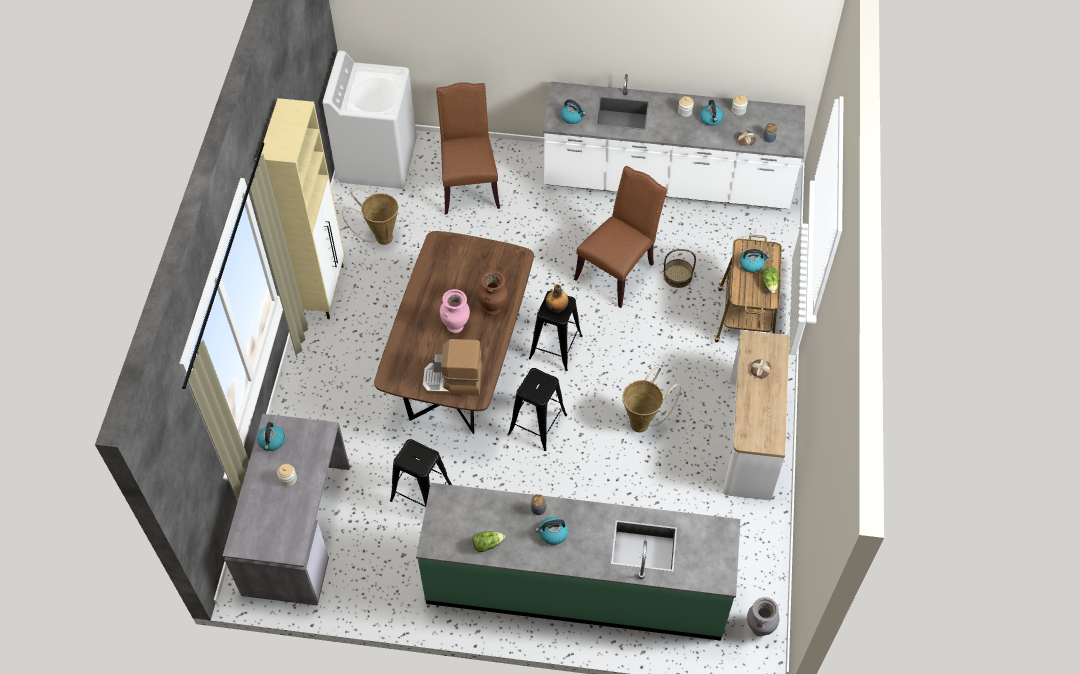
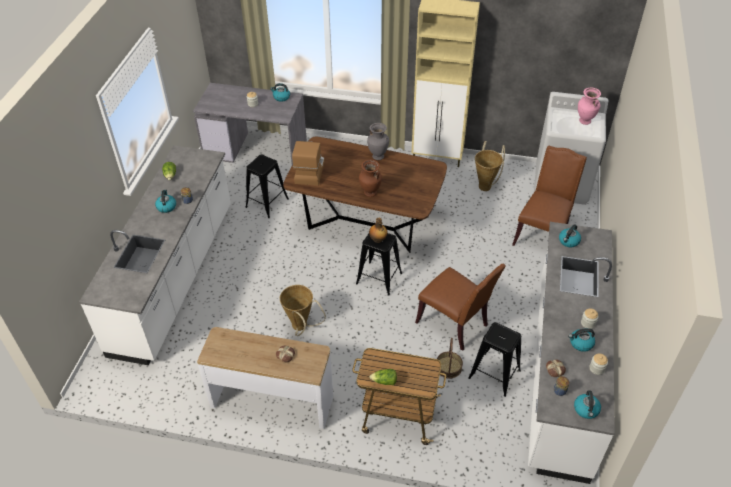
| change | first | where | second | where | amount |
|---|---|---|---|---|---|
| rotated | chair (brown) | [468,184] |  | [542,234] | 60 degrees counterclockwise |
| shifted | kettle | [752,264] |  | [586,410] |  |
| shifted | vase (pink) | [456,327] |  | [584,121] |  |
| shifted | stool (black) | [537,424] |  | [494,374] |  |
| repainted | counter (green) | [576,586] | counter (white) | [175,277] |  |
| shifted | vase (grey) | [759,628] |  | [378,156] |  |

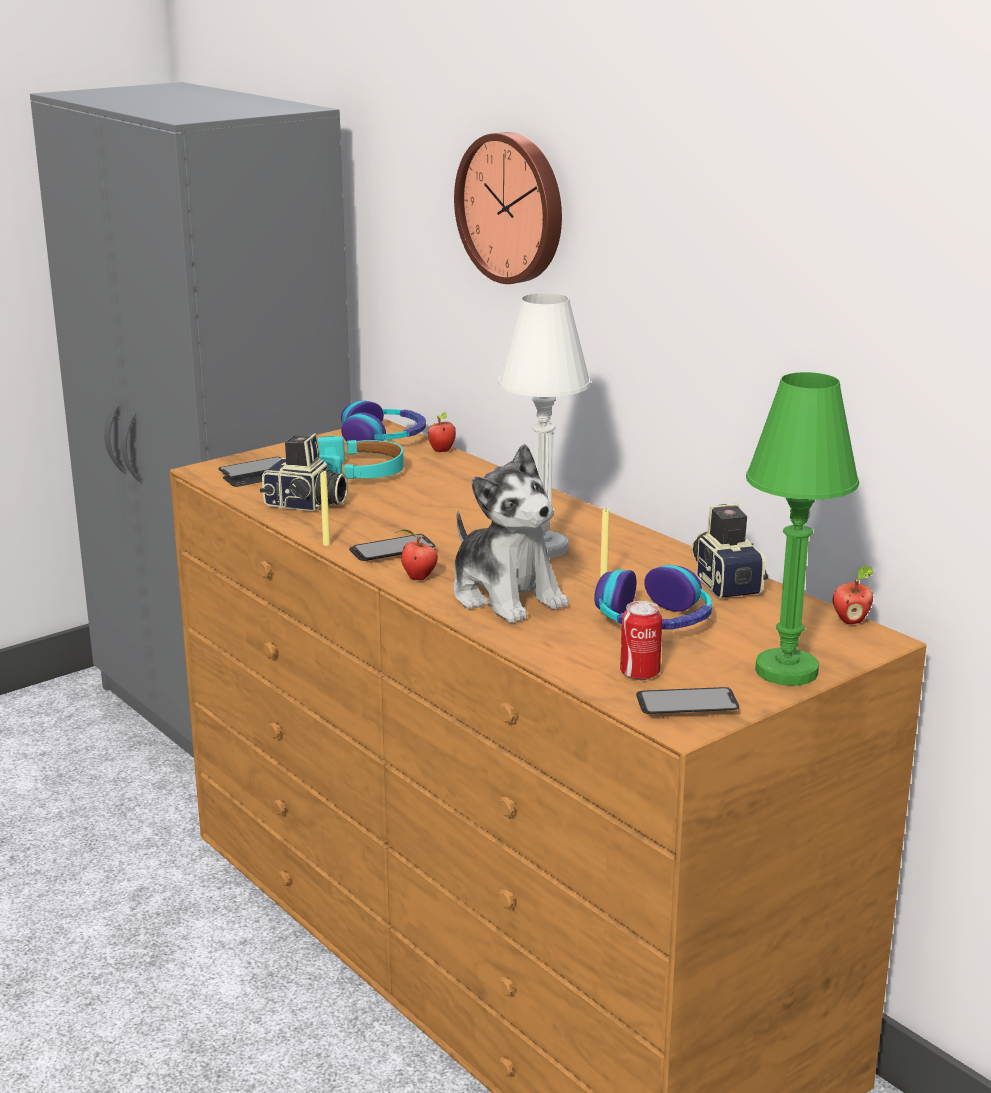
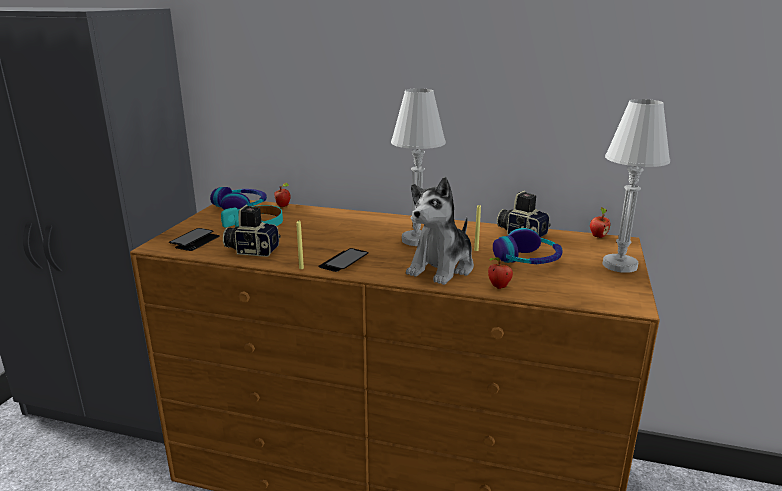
| change | first | where | second | where | amount |
|---|---|---|---|---|---|
| gone | wall clock | [513,207] |  |  |  |
| repainted | table lamp (green) | [786,671] | table lamp (white) | [619,265] |  |
| rotated | photo camera | [305,505] |  | [252,250] | 150 degrees counterclockwise |
| rotated | plush toy | [506,596] |  | [442,268] | 105 degrees clockwise |
| shifted | apple | [417,578] |  | [498,287] |  |
| gone | can | [639,673] |  |  |  |
| gone | phone | [686,704] |  |  |  |

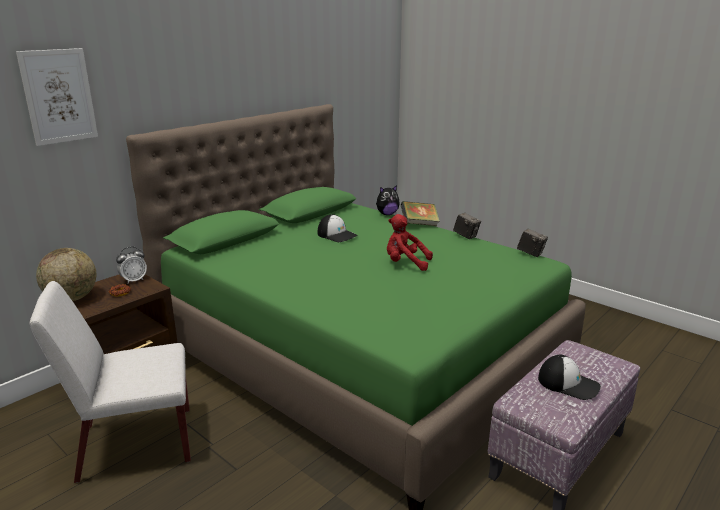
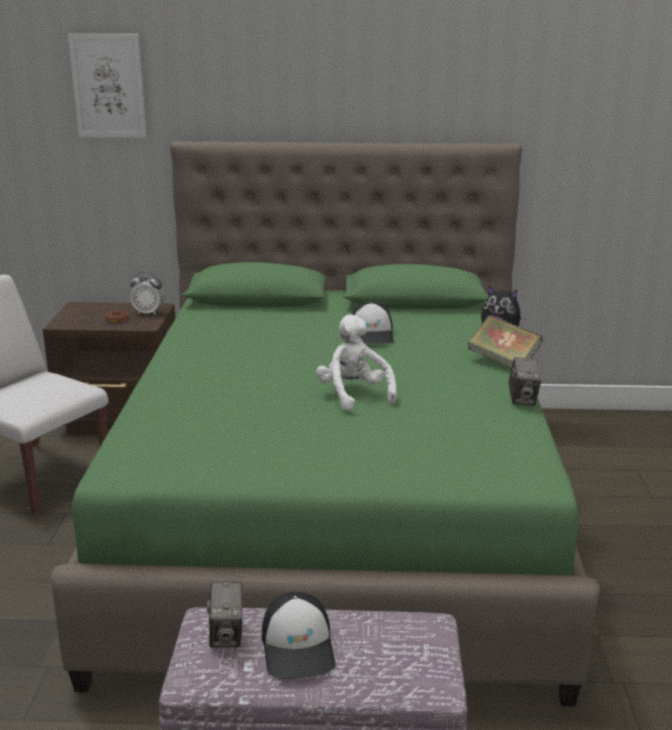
| change | first | where | second | where | amount |
|---|---|---|---|---|---|
| repainted | plush toy (red) | [405,263] | plush toy (white) | [354,395] |  |
| shifted | photo camera | [530,254] |  | [226,635] |  |
| gone | globe | [72,298] |  |  |  |

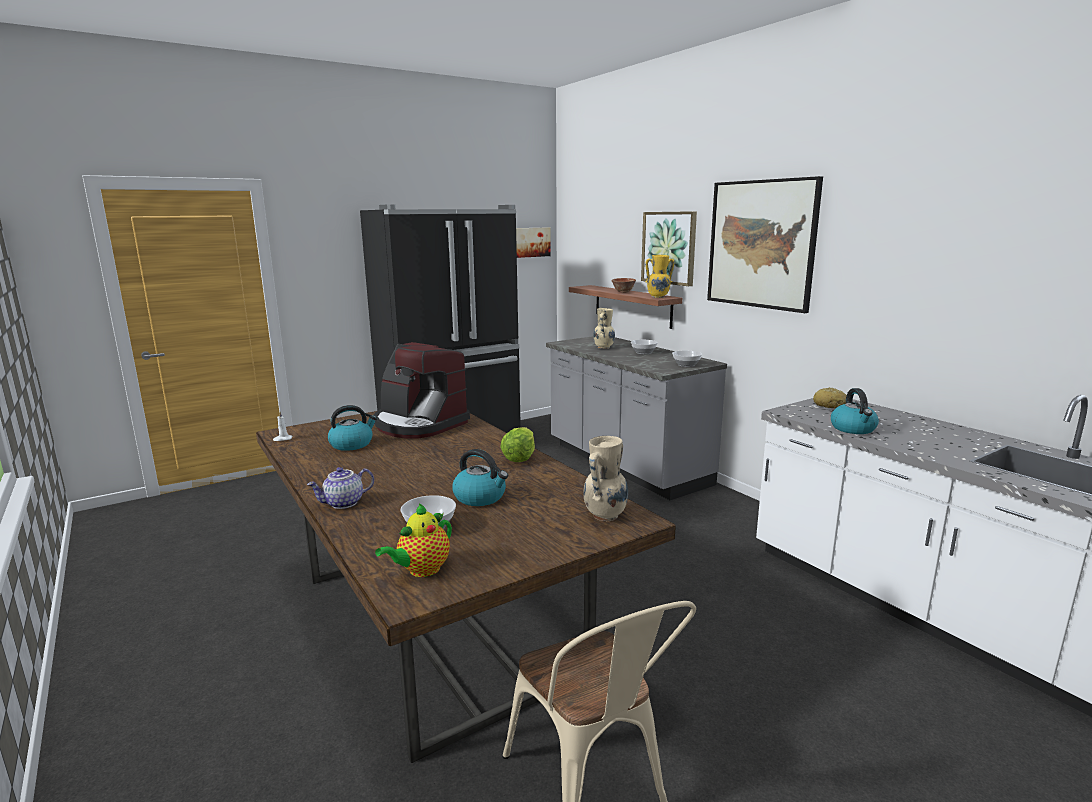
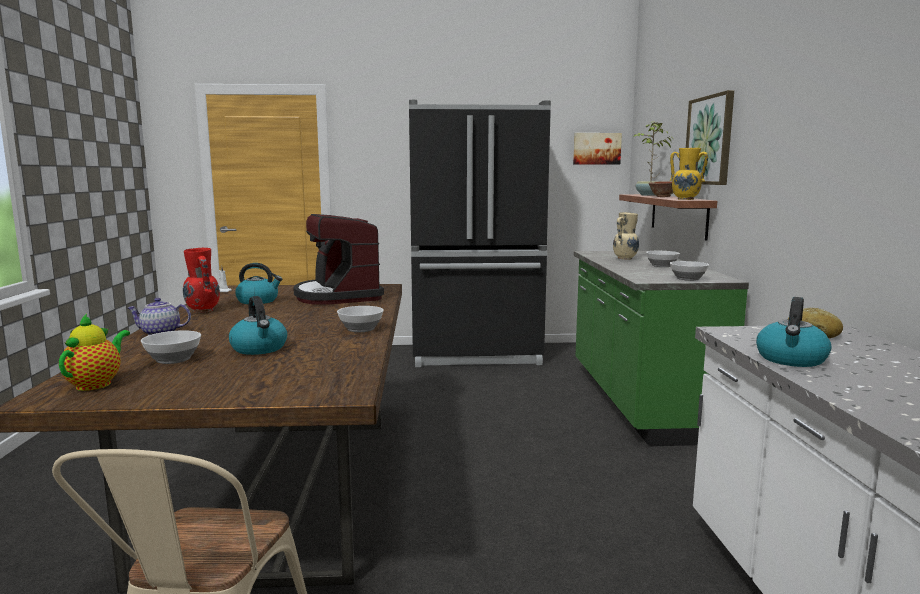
| change | first | where | second | where | amount |
|---|---|---|---|---|---|
| gone | picture | [761,244] |  |  |  |
| repainted | counter (grey) | [625,465] | counter (green) | [638,401] |  |
| swapped | lettuce | [519,458] | bowl | [360,329] |  |
| gone | vase (beige) | [604,516] |  |  |  |
| rotated | teapot | [421,570] |  | [96,384] | 120 degrees clockwise |
| new |  |  | potted plant | [649,195] |  |
| new |  |  | vase (red) | [202,311] |  |

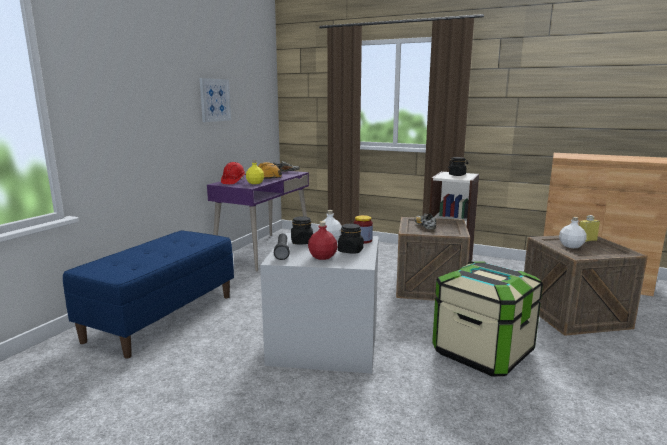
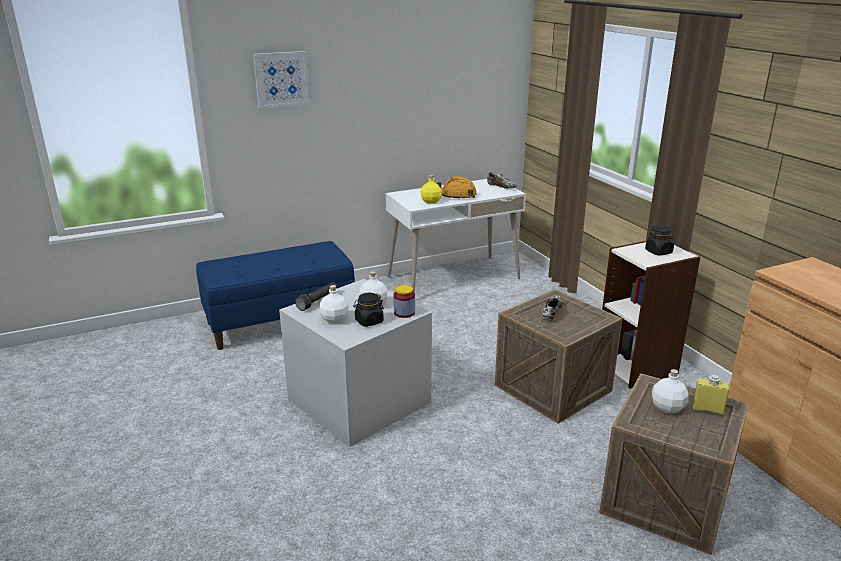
| change | first | where | second | where | amount |
|---|---|---|---|---|---|
| shifted | picture | [214,100] |  | [281,79] |  |
| gone | hard hat (red) | [233,182] |  |  |  |
| repainted | desk (purple) | [264,251] | desk (white) | [453,278] |  |
| gone | jar (black) | [302,242] |  |  |  |
| repainted | bottle (red) | [323,257] | bottle (white) | [334,319] |  |
| gone | storage box | [482,352] |  |  |  |

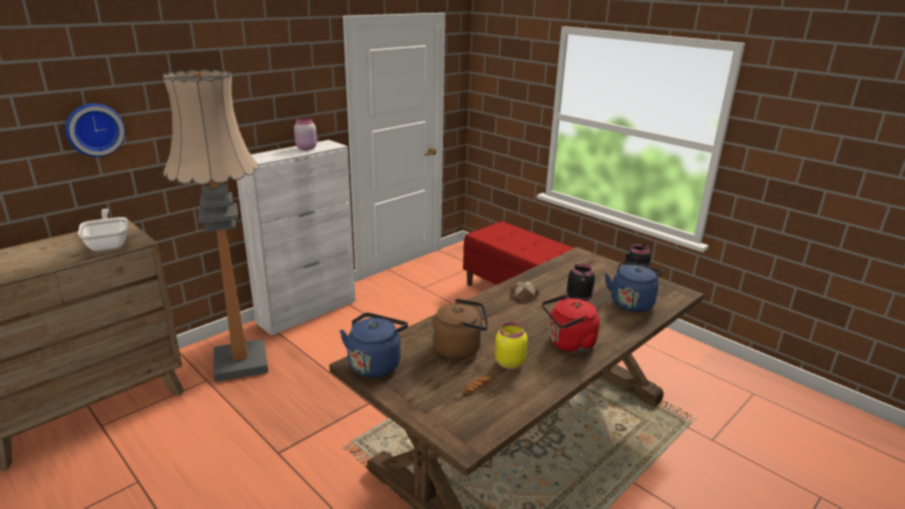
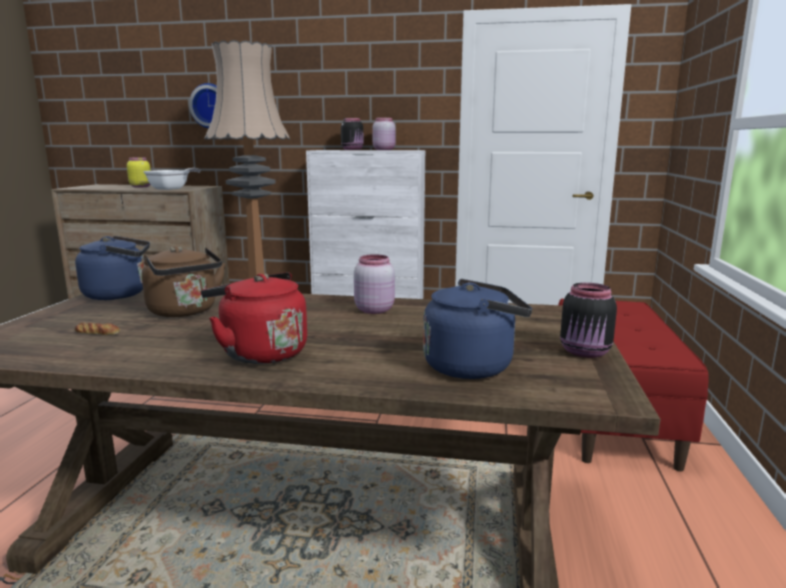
| change | first | where | second | where | amount |
|---|---|---|---|---|---|
| shifted | jar (black) | [579,298] |  | [353,150] |  |
| swapped | bread | [524,294] | jar (pink) | [373,310] |  |
| shifted | jar (yellow) | [508,363] |  | [140,186] |  |

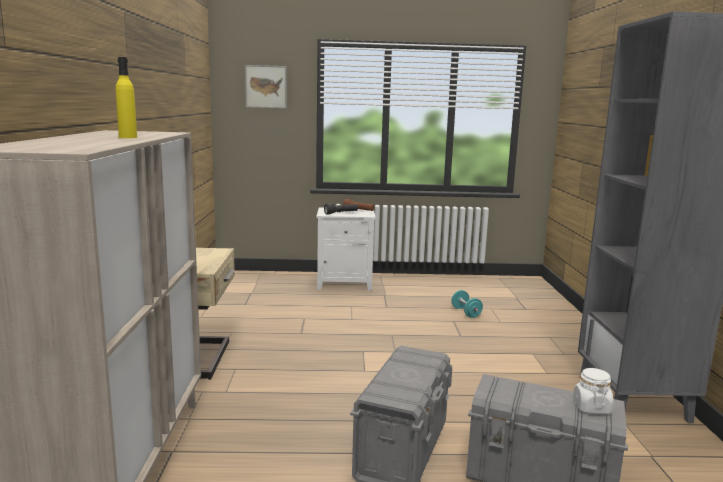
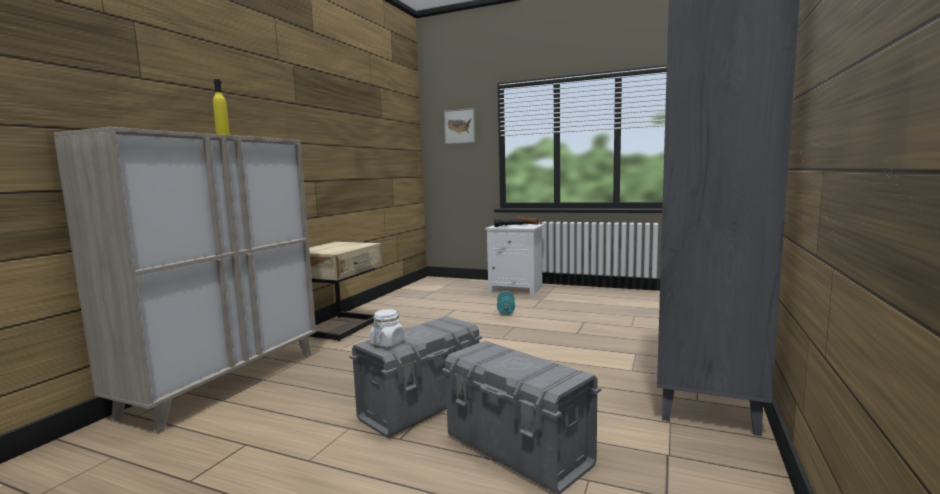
| change | first | where | second | where | amount |
|---|---|---|---|---|---|
| shifted | dumbbell (turquoise) | [466,312] |  | [506,311] |  |
| shifted | jar (white) | [591,407] |  | [387,343] |  |

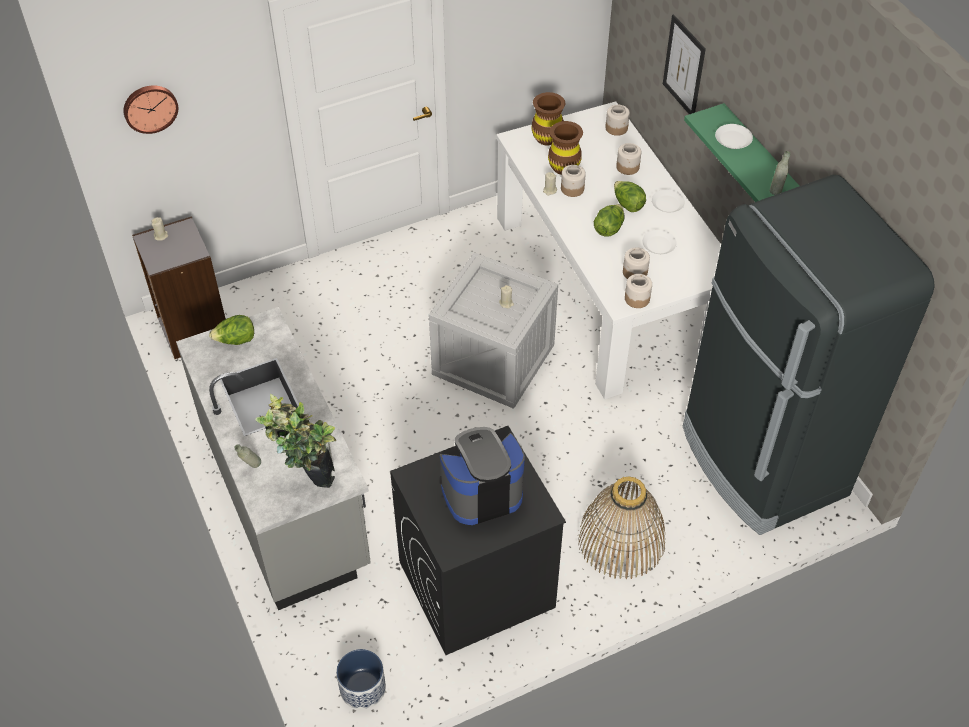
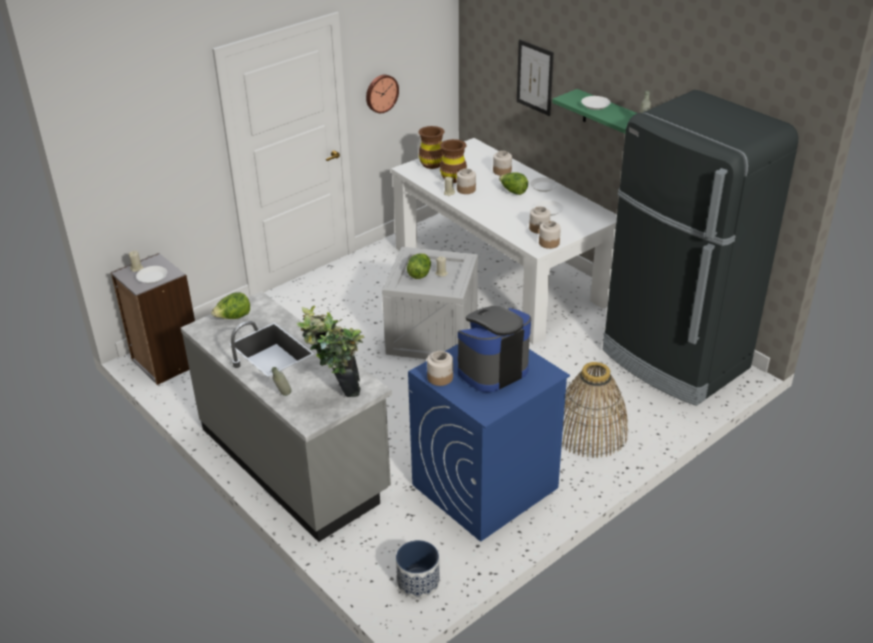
| change | first | where | second | where | amount |
|---|---|---|---|---|---|
| shifted | wall clock | [150,107] |  | [381,93] |  |
| shifted | jar | [616,128] |  | [440,377] |  |
| shifted | lettuce | [608,228] |  | [419,274] |  |
| repainted | washing machine (black) | [475,585] | washing machine (blue) | [484,487] |  |
| new |  |  | plate (white) | [152,277] |  |

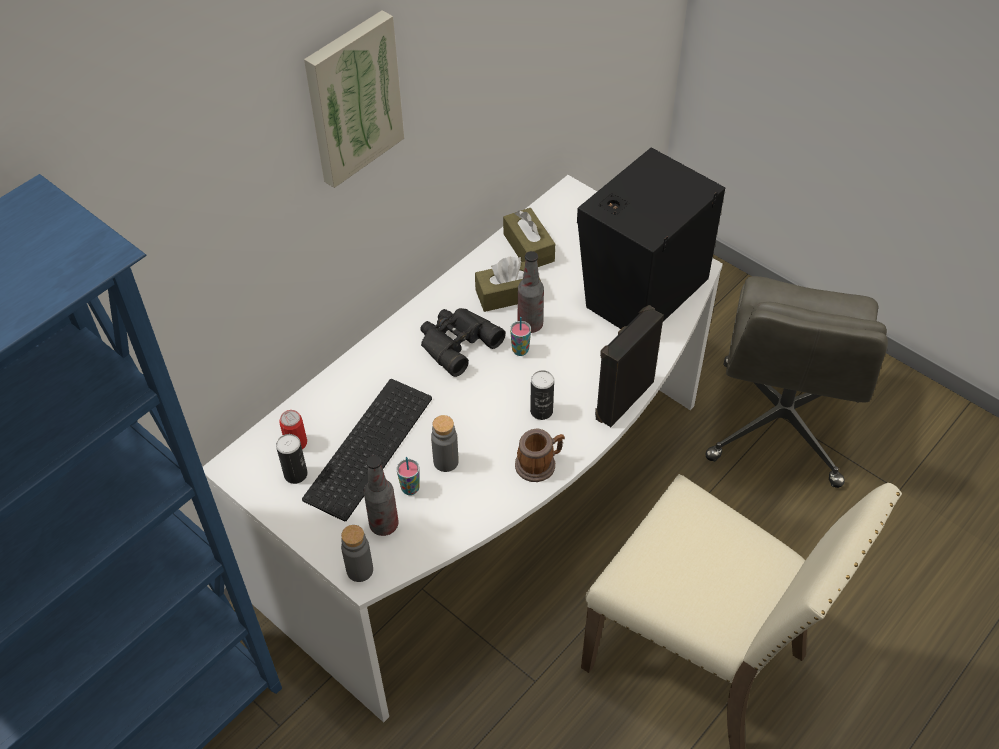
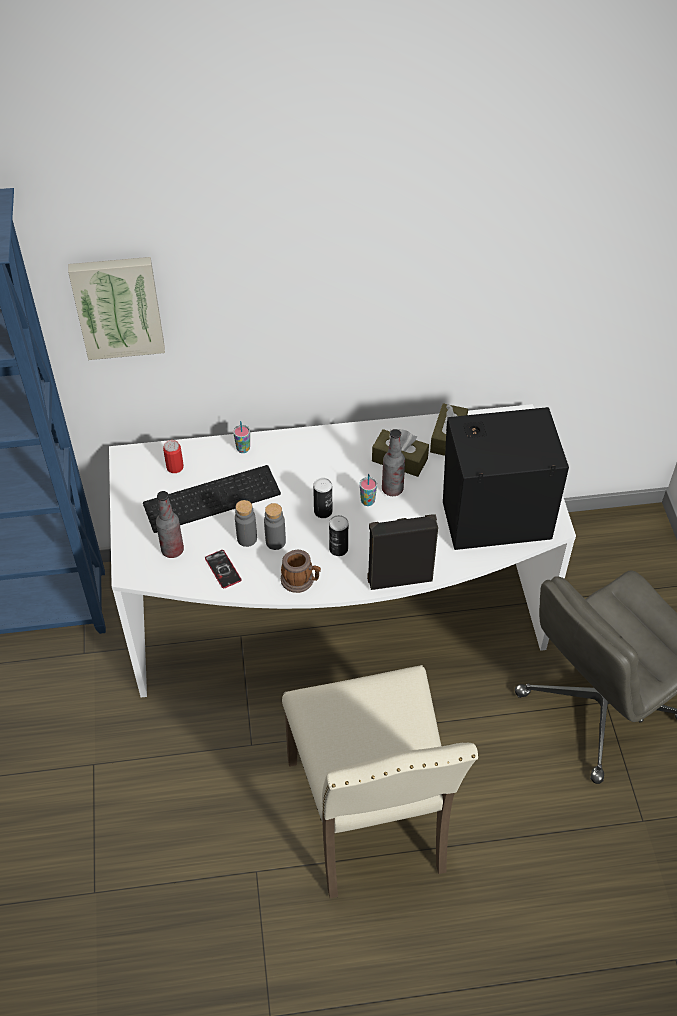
| change | first | where | second | where | amount |
|---|---|---|---|---|---|
| shifted | picture | [352,98] |  | [118,306] |  |
| gone | binoculars (black) | [456,342] |  |  |  |
| shifted | can | [295,474] |  | [323,511] |  |
| shifted | cup | [410,488] |  | [243,449] |  |
| shifted | bottle (grey) | [360,570] |  | [275,542] |  |
| new |  |  | phone | [223,569] |  |

